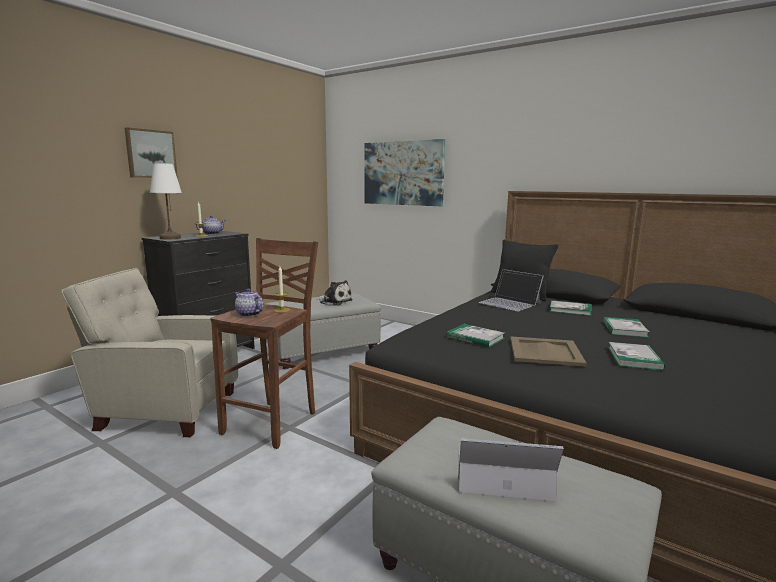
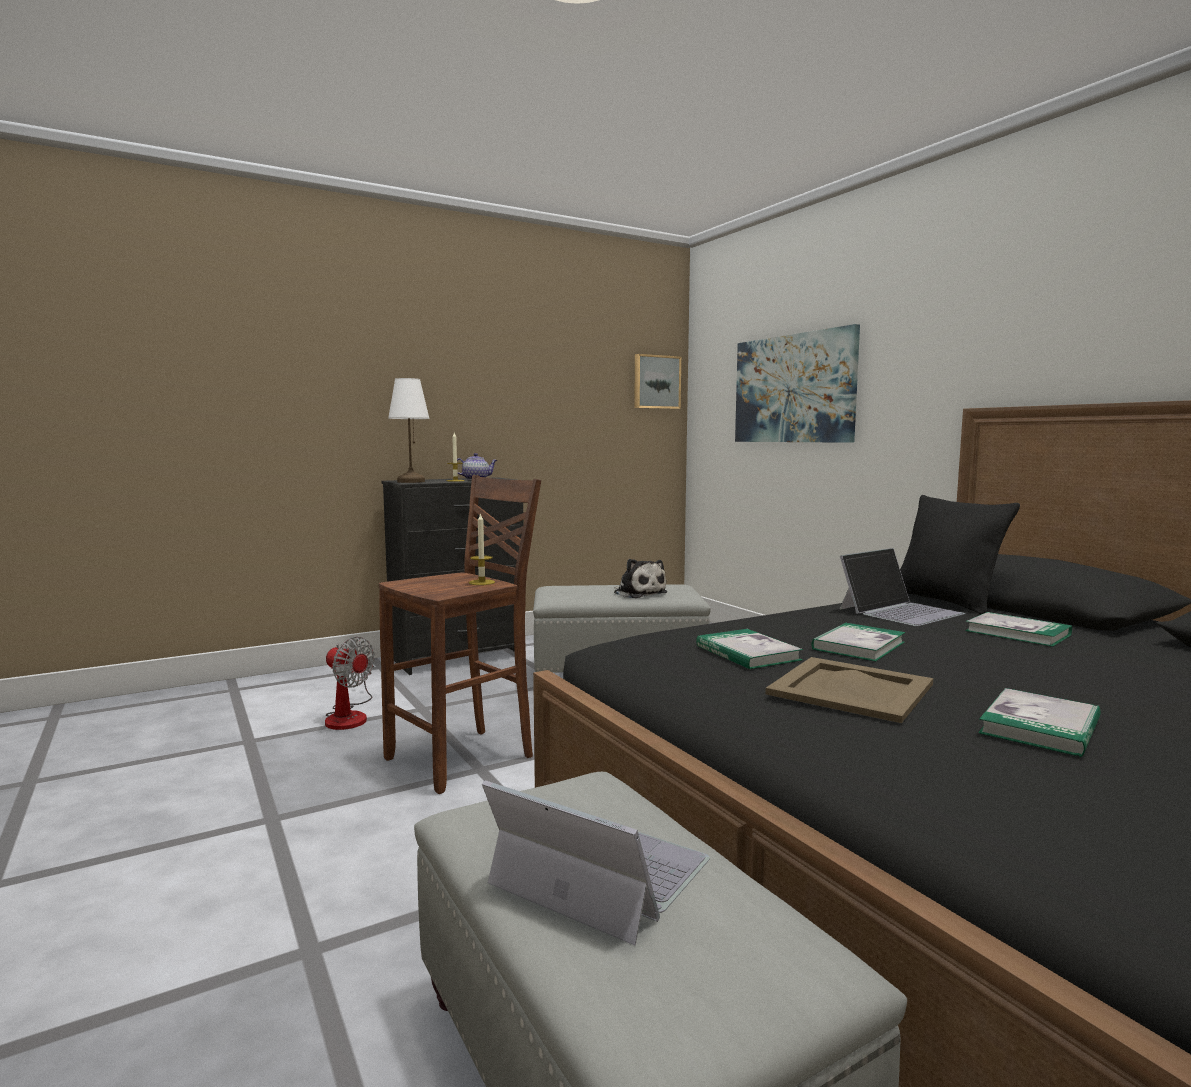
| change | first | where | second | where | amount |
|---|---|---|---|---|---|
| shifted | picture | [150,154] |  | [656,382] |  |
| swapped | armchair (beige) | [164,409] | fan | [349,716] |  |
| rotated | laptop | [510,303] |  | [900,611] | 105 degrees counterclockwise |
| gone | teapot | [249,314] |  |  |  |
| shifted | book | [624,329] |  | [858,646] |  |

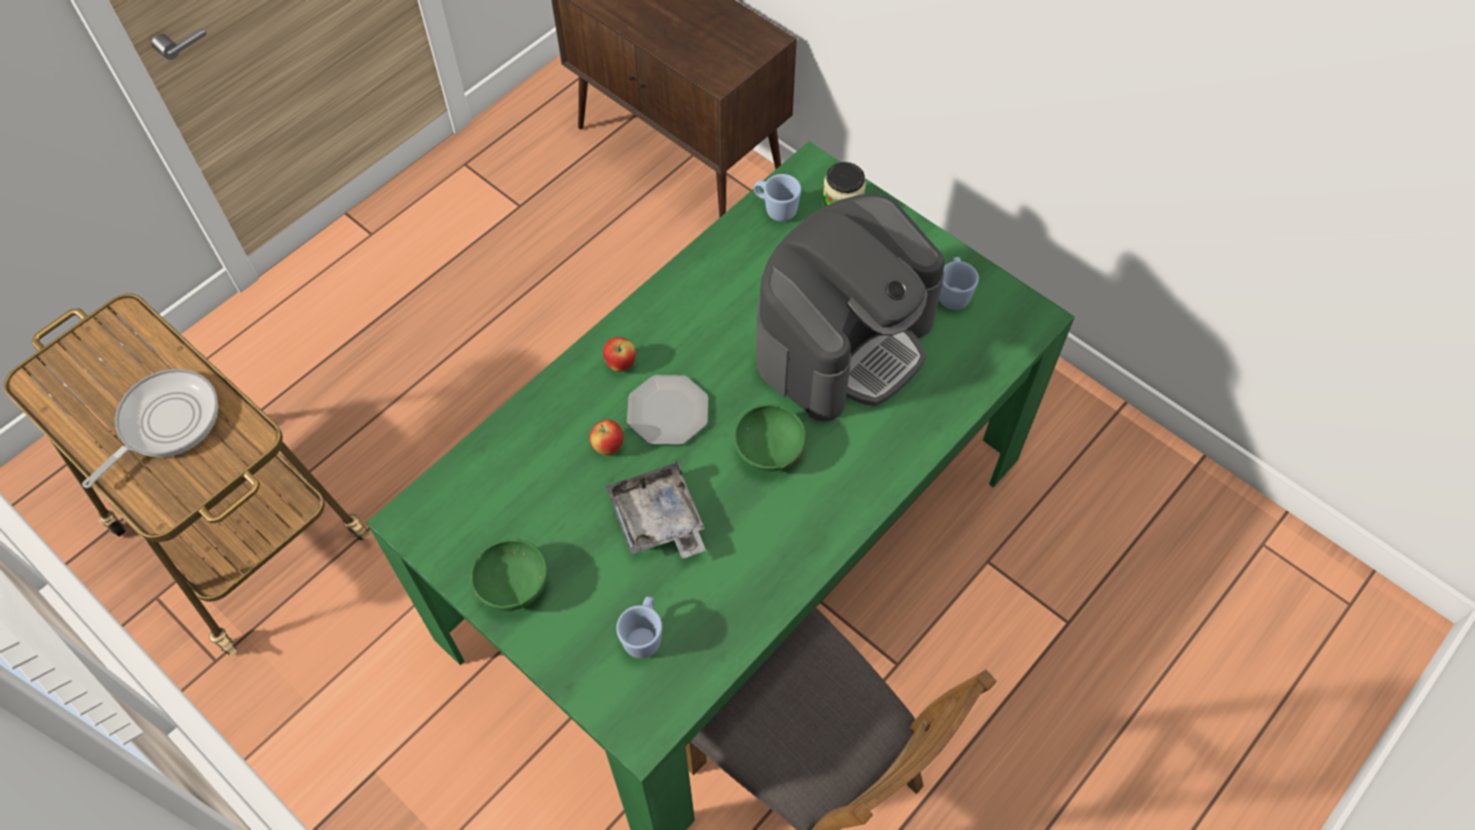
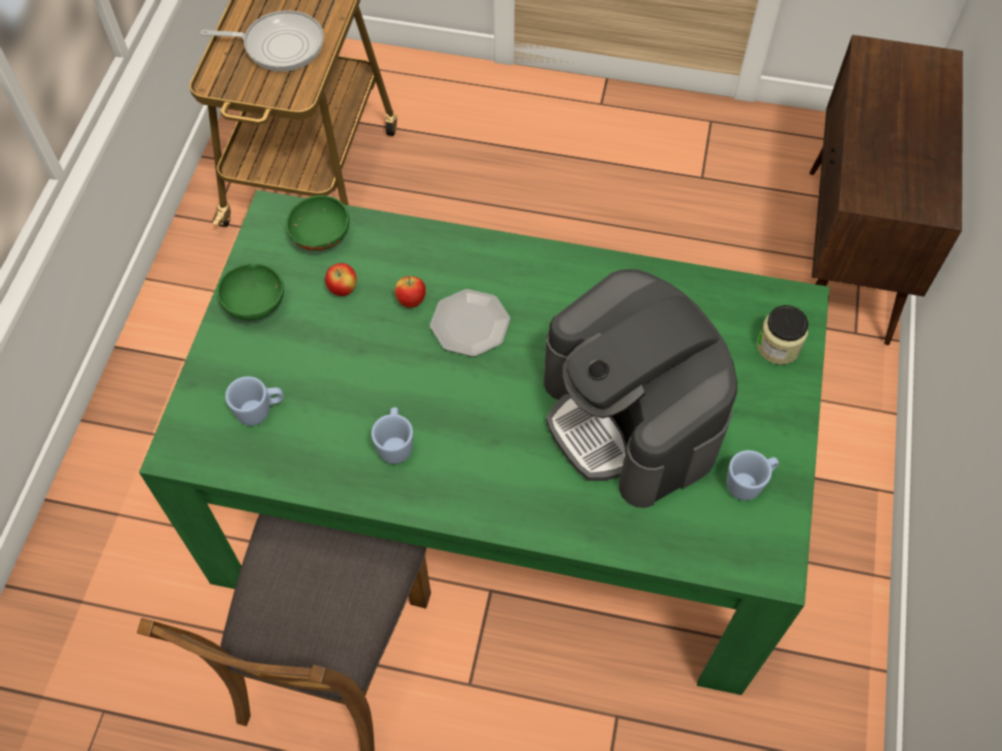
| change | first | where | second | where | amount |
|---|---|---|---|---|---|
| shifted | mug (blue) | [775,209] |  | [395,444] |  |
| rotated | coffee machine | [844,341] |  | [630,418] | 45 degrees clockwise |
| shifted | apple | [620,364] |  | [343,289] |  |
| shifted | bowl (green) | [768,451] |  | [319,237] |  |
| gone | tray (grey) | [658,520] |  |  |  |

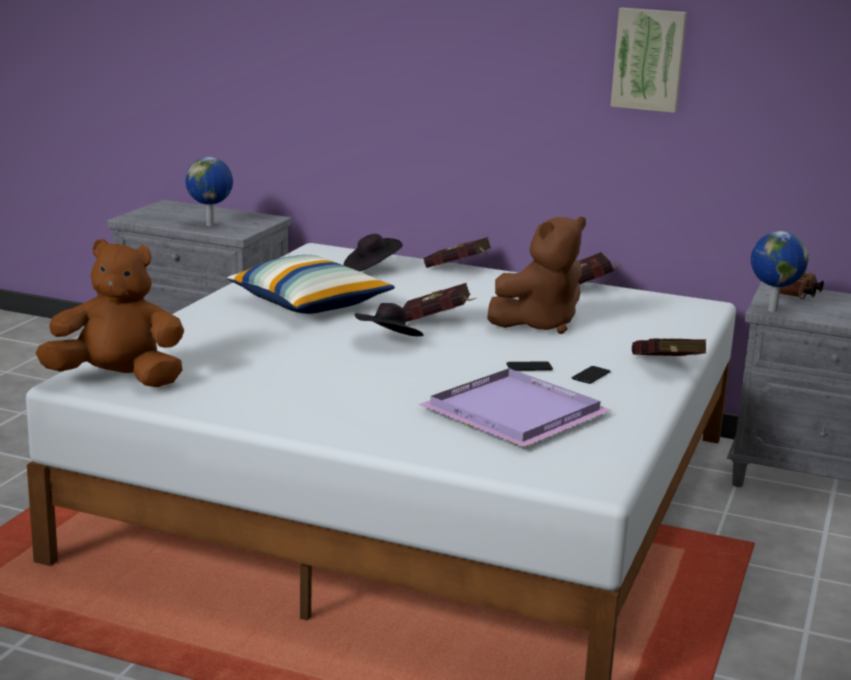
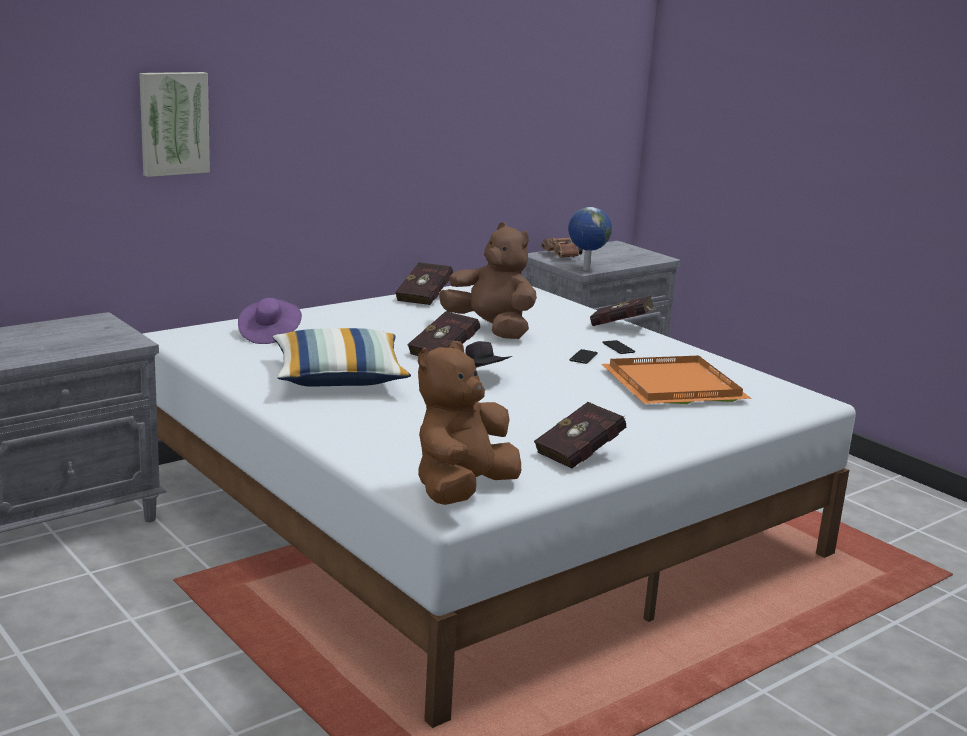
| change | first | where | second | where | amount |
|---|---|---|---|---|---|
| shifted | picture | [648,59] |  | [173,123] |  |
| gone | globe | [210,225] |  |  |  |
| rotated | plush toy (brown) | [538,324] |  | [491,329] | 45 degrees counterclockwise |
| repainted | hat (black) | [371,269] | hat (purple) | [269,335] |  |
| shifted | book (red) | [459,269] |  | [582,454] |  |
| repainted | tray (purple) | [515,414] | tray (orange) | [676,386] |  |

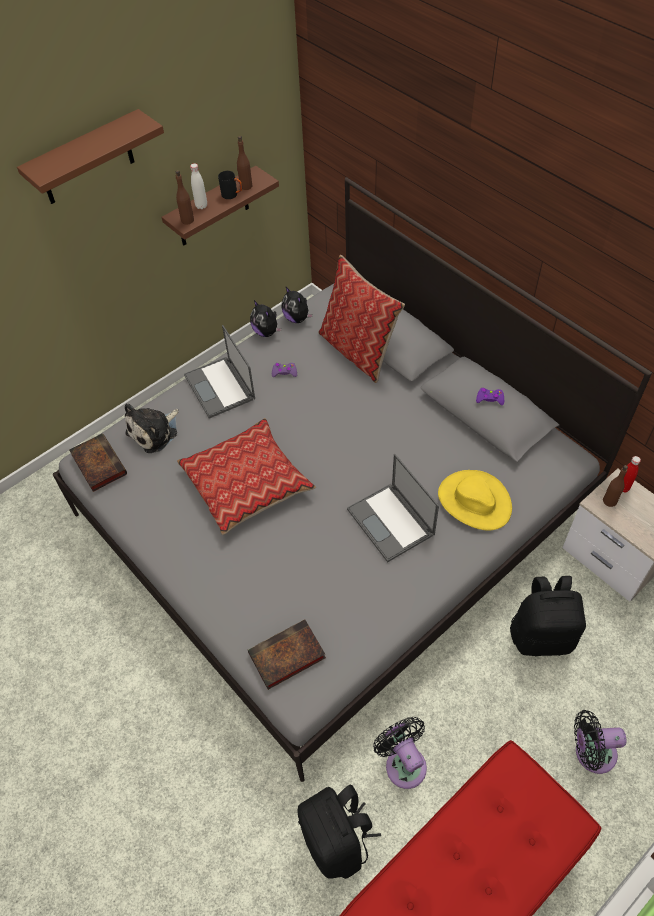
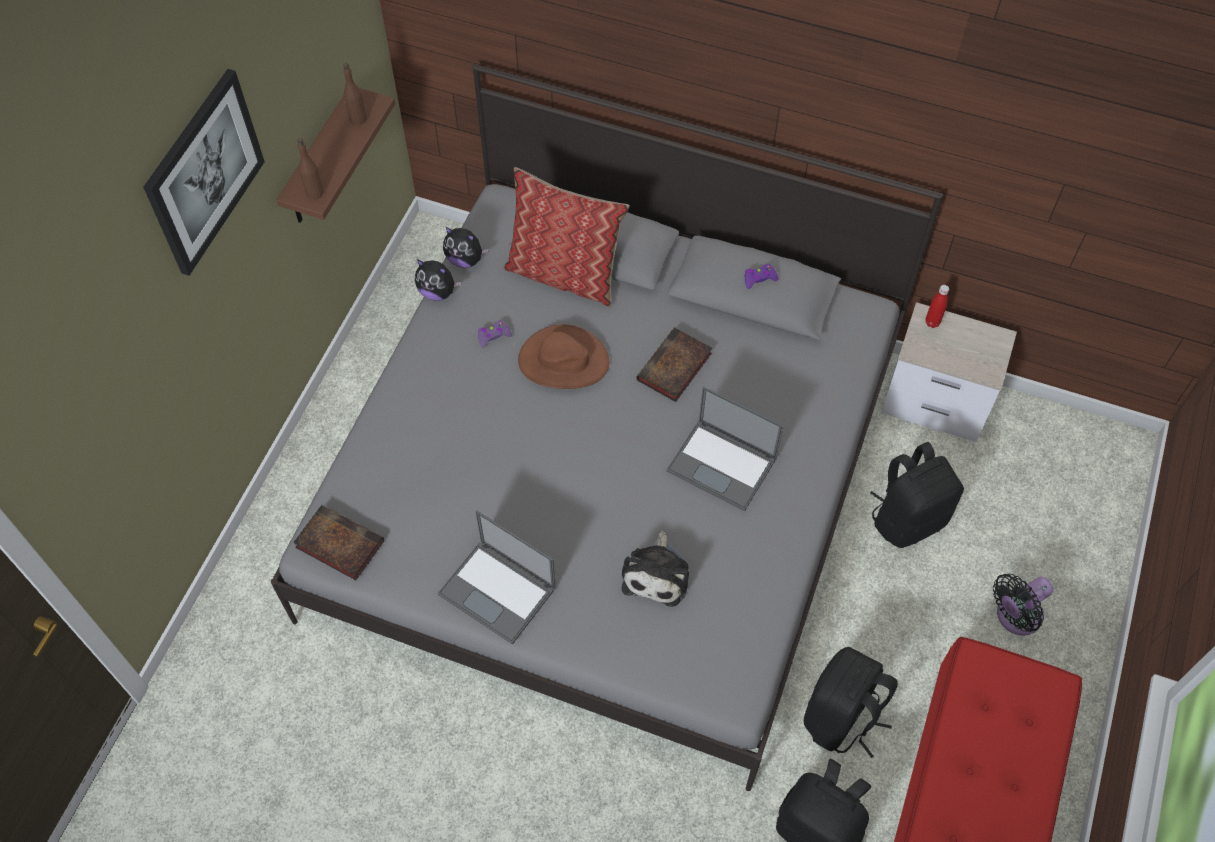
| change | first | where | second | where | amount |
|---|---|---|---|---|---|
| swapped | shelf (brown) | [86,159] | picture | [204,172] |  |
| gone | bottle (white) | [201,206] |  |  |  |
| gone | mug (black) | [232,195] |  |  |  |
| shifted | laptop | [220,388] |  | [498,591] |  |
| shifted | plush toy | [155,432] |  | [657,574] |  |
| gone | pillow | [247,483] |  |  |  |
| gone | bottle (brown) | [610,501] |  |  |  |
| gone | hat (yellow) | [474,501] |  |  |  |
| shifted | book | [285,657] |  | [674,369] |  |
| swapped | fan (black) | [403,762] | backpack (black) | [841,718] |  |
| new |  |  | hat (brown) | [563,361] |  |

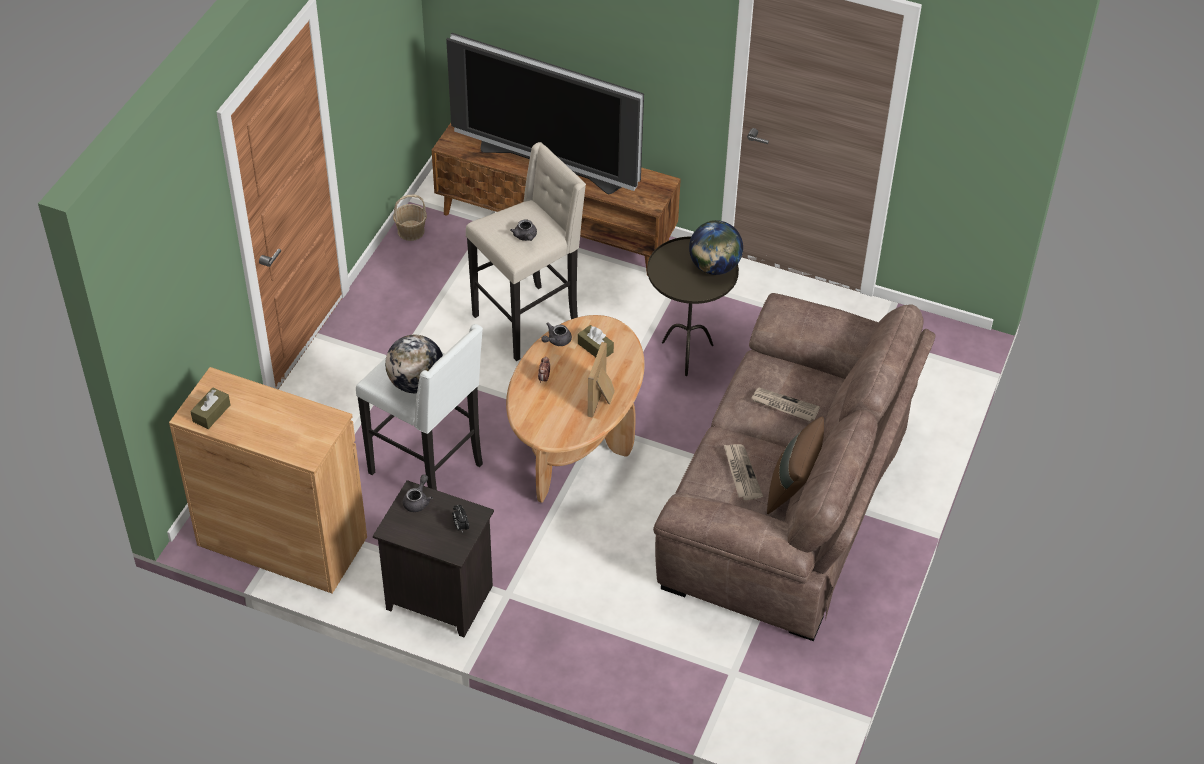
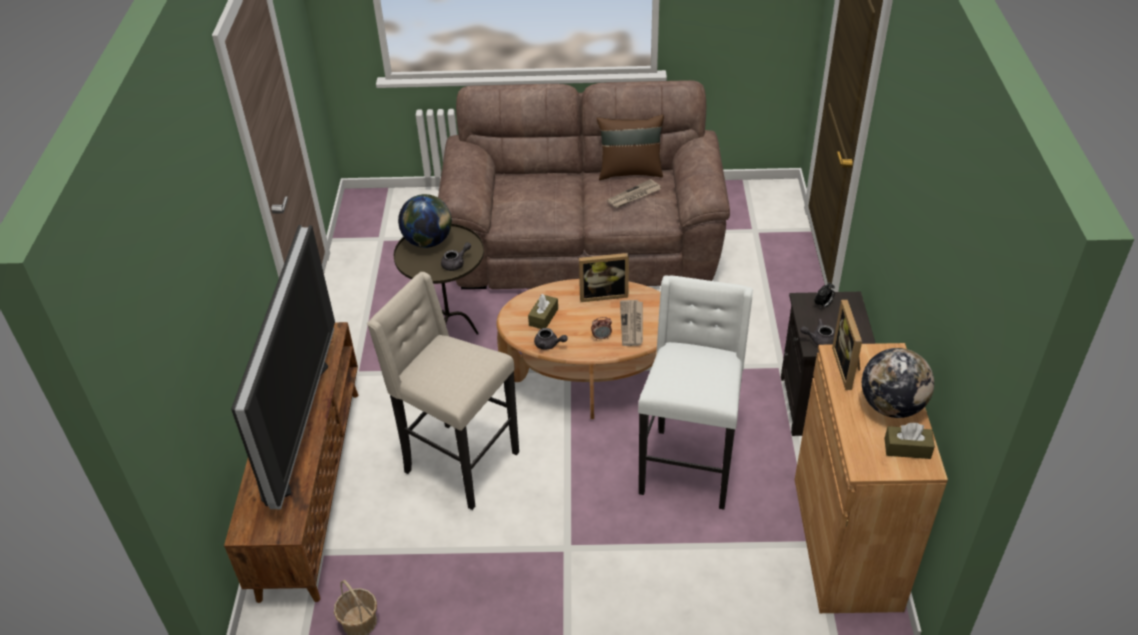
| change | first | where | second | where | amount |
|---|---|---|---|---|---|
| shifted | teapot (grey) | [525,237] |  | [456,263] |  |
| shifted | globe | [416,383] |  | [891,406] |  |
| shifted | newspaper | [784,406] |  | [632,324] |  |
| new |  |  | picture frame | [848,368] |  |

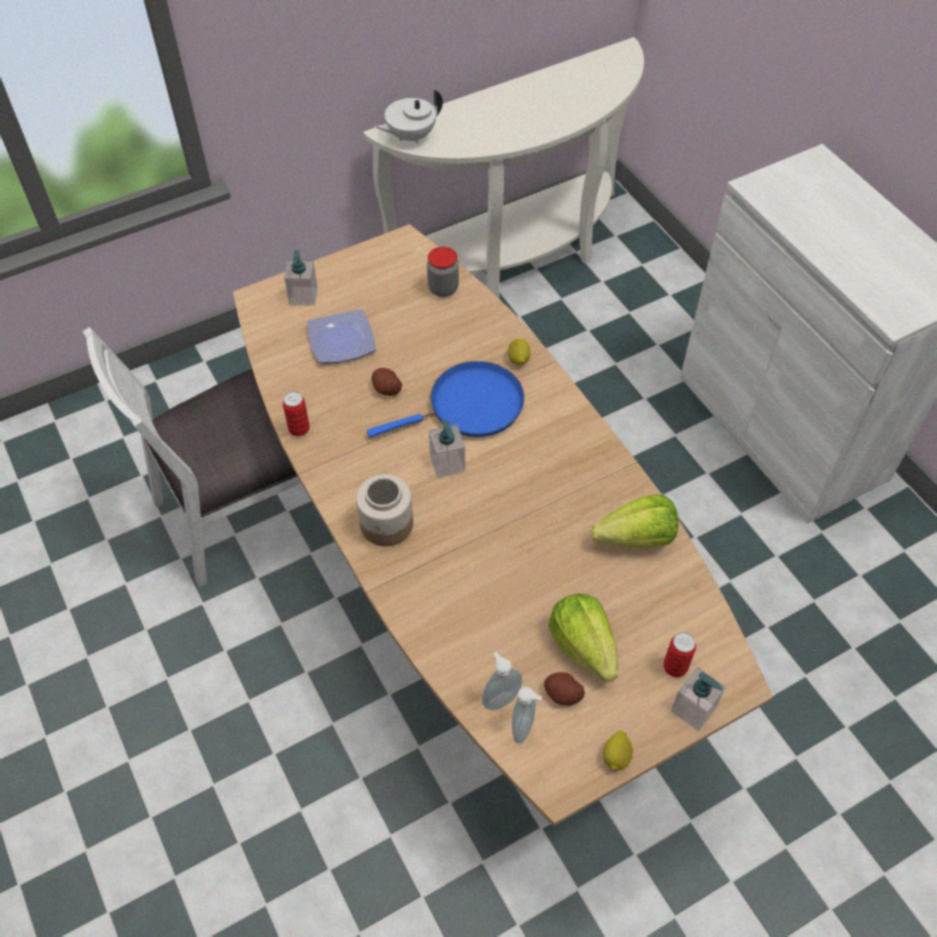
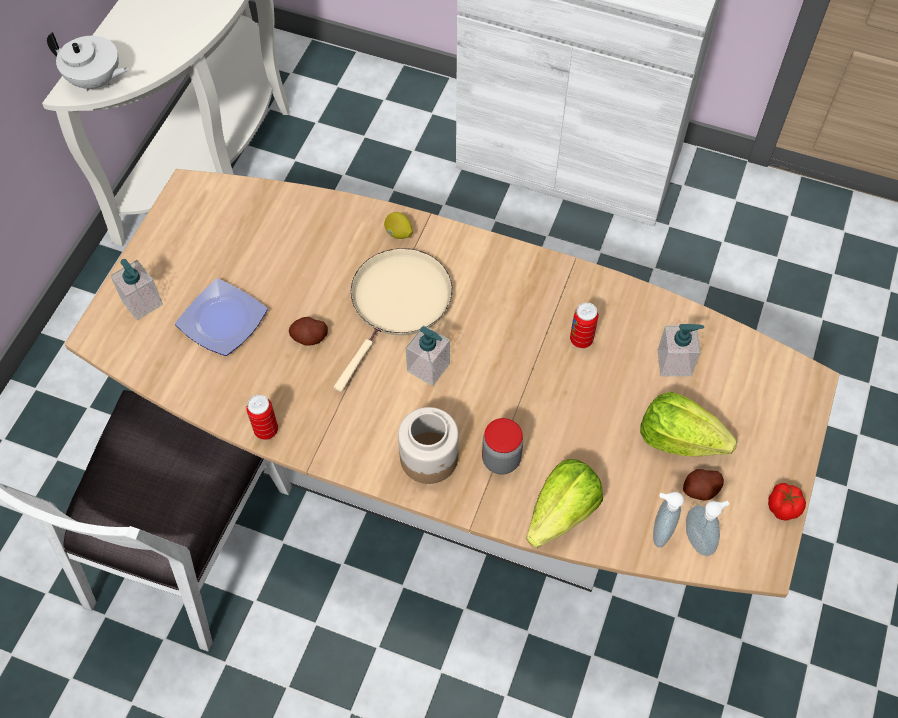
| change | first | where | second | where | amount |
|---|---|---|---|---|---|
| rotated | teapot (white) | [410,136] |  | [96,81] | 90 degrees counterclockwise |
| shifted | jar | [443,288] |  | [501,459] |  |
| repainted | frying pan (blue) | [470,406] | frying pan (beige) | [398,303] |  |
| shifted | lettuce | [637,539] |  | [562,513] |  |
| shifted | can | [675,667] |  | [581,340] |  |
| shifted | soap dispenser | [693,709] |  | [674,363] |  |
| swapped | lemon | [616,757] | tomato | [782,506] |  |

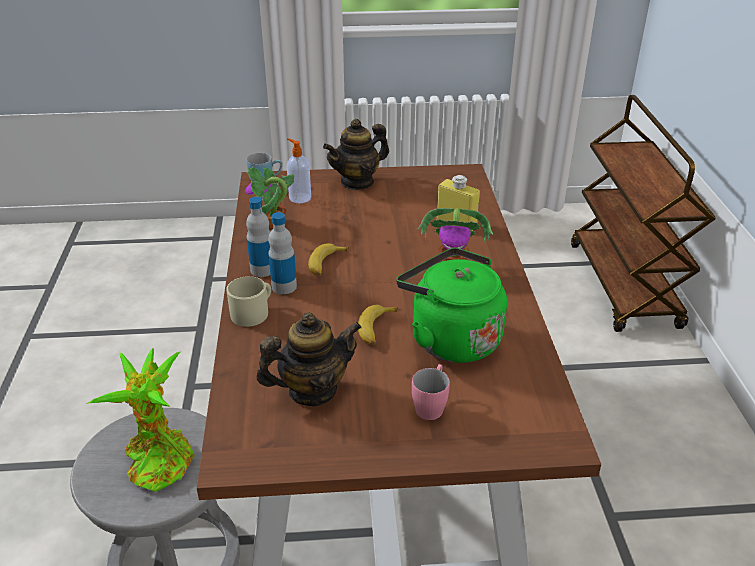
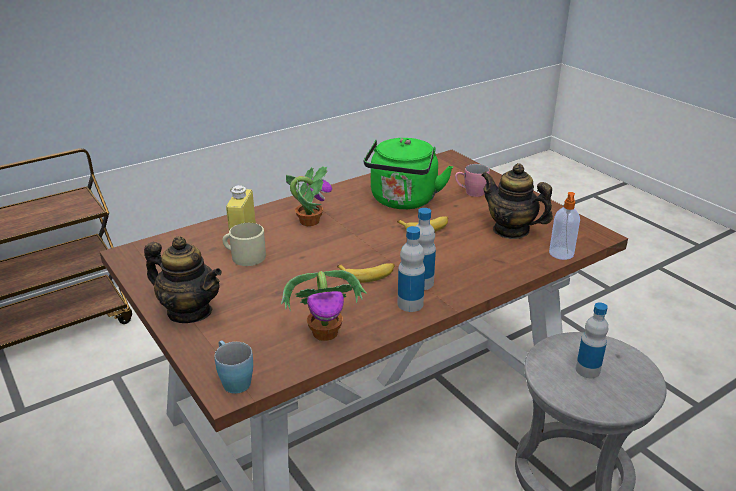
| change | first | where | second | where | amount |
|---|---|---|---|---|---|
| shifted | soap dispenser | [299,197] |  | [561,254] |  |
| shifted | mug (beige) | [253,312] |  | [244,256] |  |
| swapped | potted plant | [158,458] | bottle | [587,370] |  |

